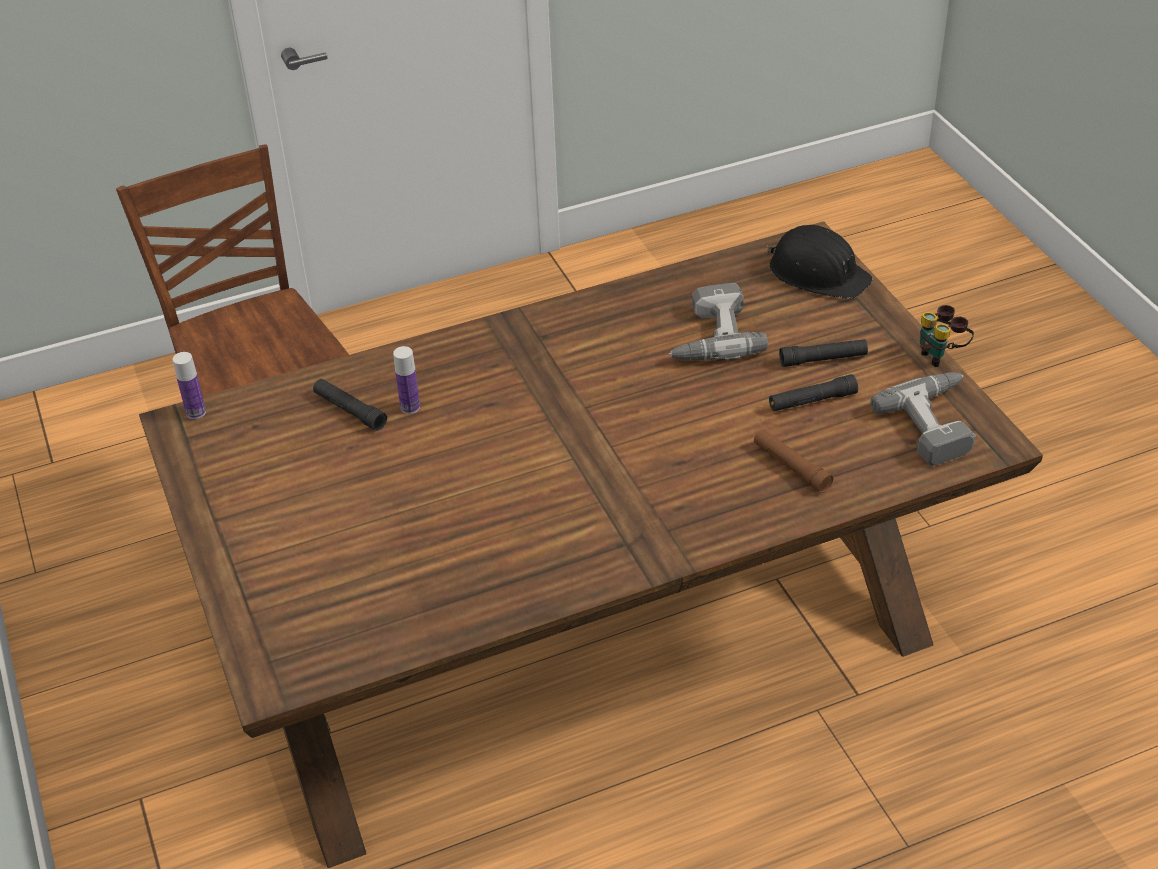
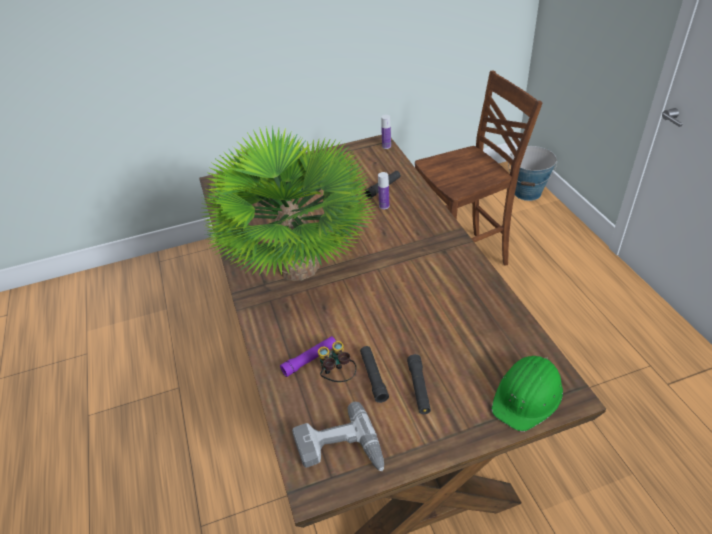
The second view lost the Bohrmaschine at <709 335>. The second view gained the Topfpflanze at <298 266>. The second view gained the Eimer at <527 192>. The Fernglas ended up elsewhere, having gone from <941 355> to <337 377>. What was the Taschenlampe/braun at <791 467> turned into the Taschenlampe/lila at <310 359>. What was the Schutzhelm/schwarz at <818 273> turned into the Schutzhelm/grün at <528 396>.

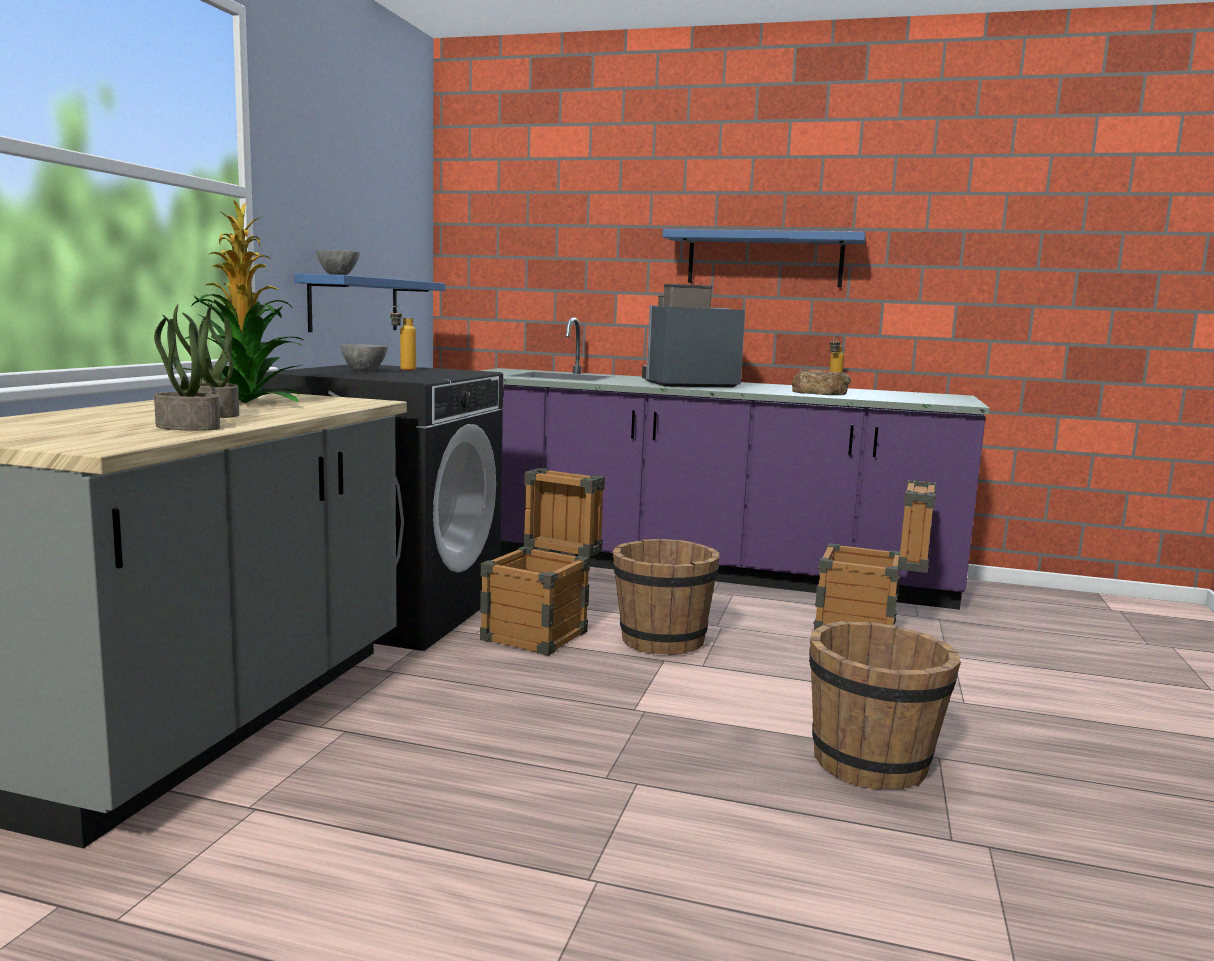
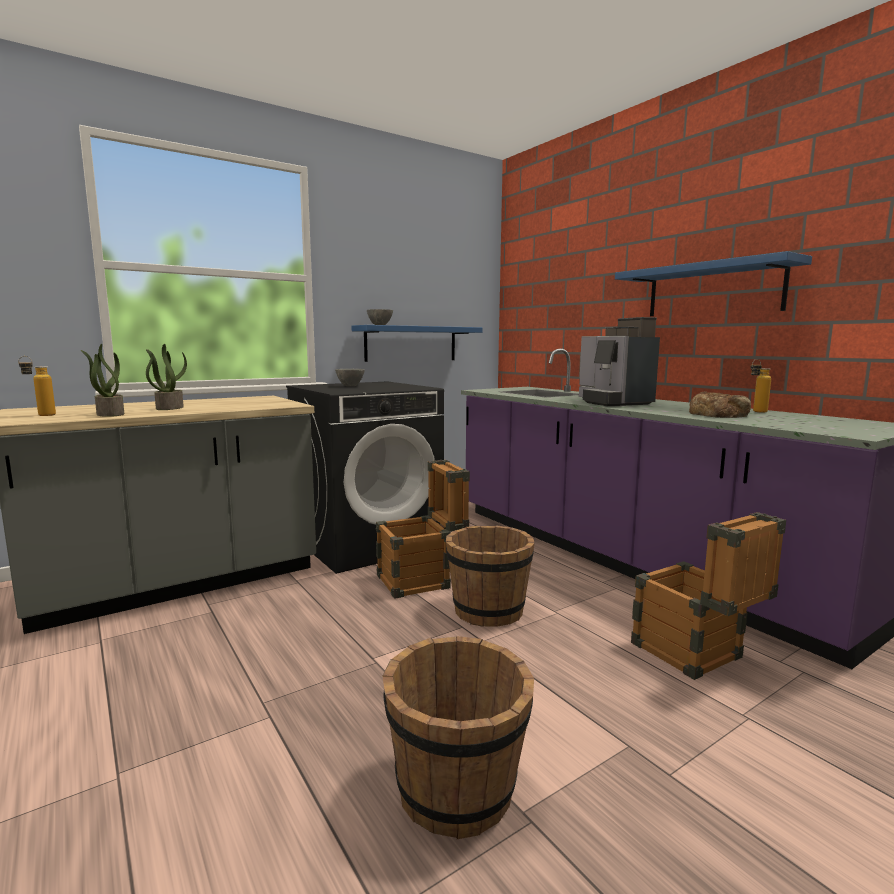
The second view lost the Topfpflanze at <244 402>. The Flasche ended up elsewhere, having gone from <402 370> to <40 415>. The Kaffeemaschine at <687 384> ended up facing another way, 135 degrees counterclockwise from before.

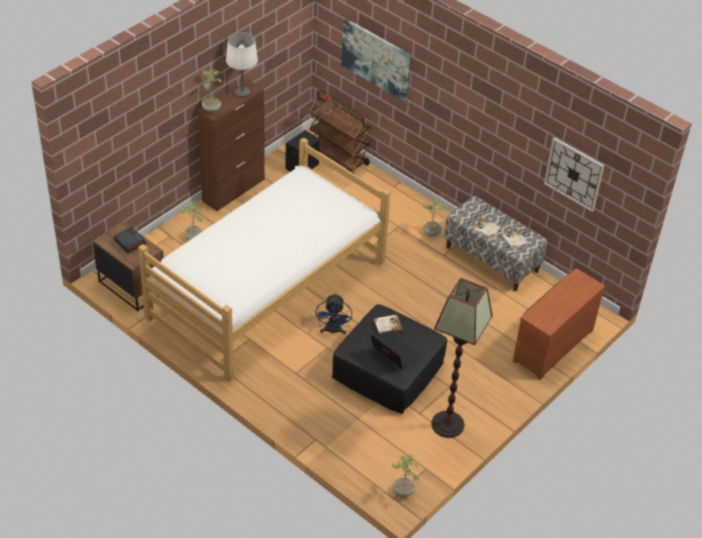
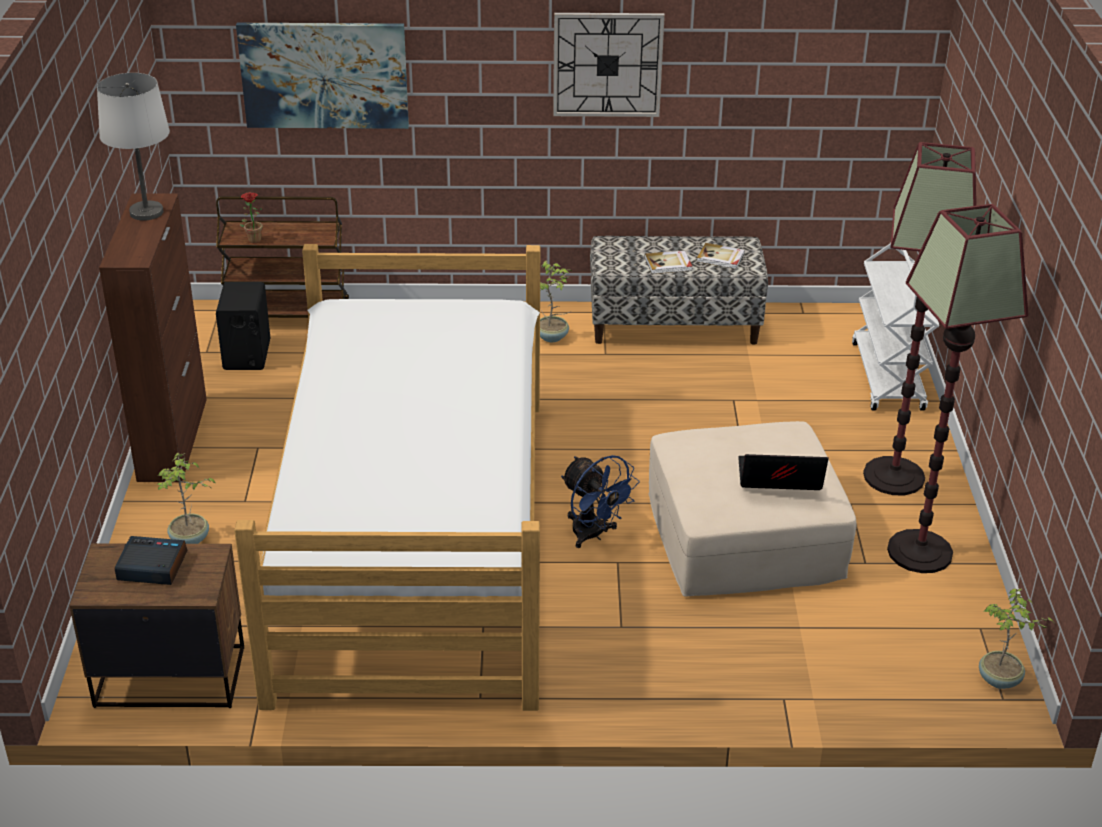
The second view lost the Topfpflanze at <212 109>. The second view lost the Buch at <387 325>. The second view gained the Stehlampe at <894 477>. The Wanduhr ended up elsewhere, having gone from <574 174> to <607 64>. Where the Kommode/braun stood at <551 344>, the Rollwagen/weiß came to stand at <888 377>. What was the Polsterhocker/schwarz at <387 371> turned into the Polsterhocker/beige at <744 537>.

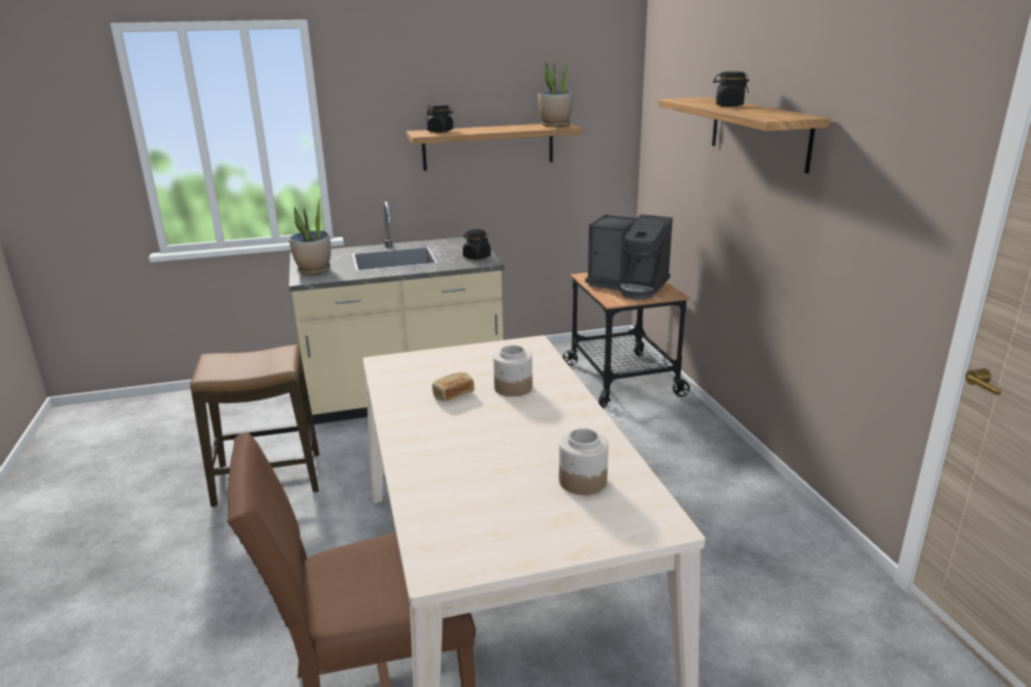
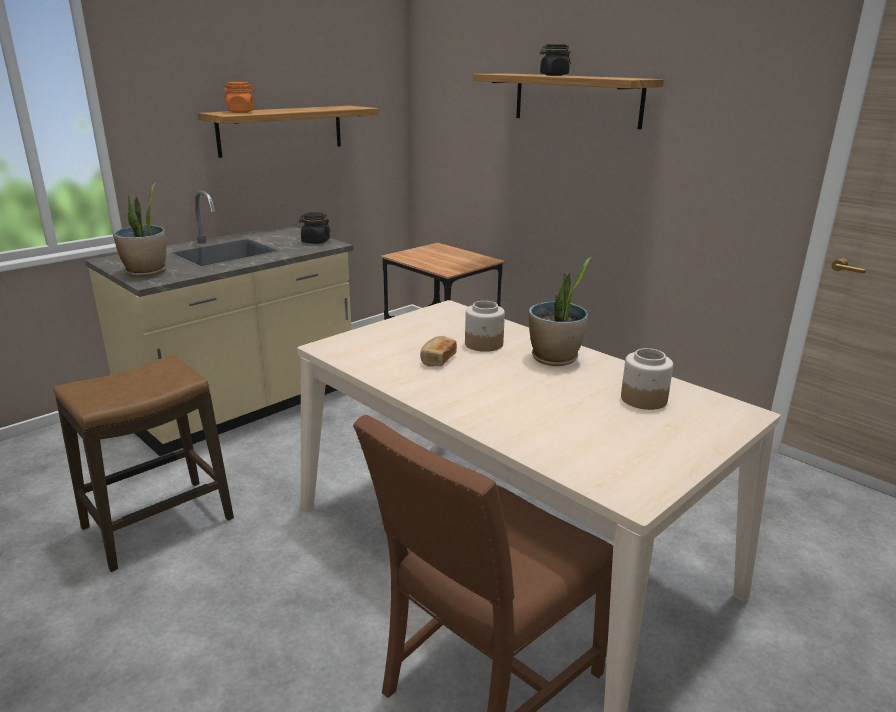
The second view lost the Kaffeemaschine at <629 286>. The Topfpflanze ended up elsewhere, having gone from <555 125> to <555 358>. What was the Vorratsglas/schwarz at <440 131> turned into the Vorratsglas/orange at <241 112>.

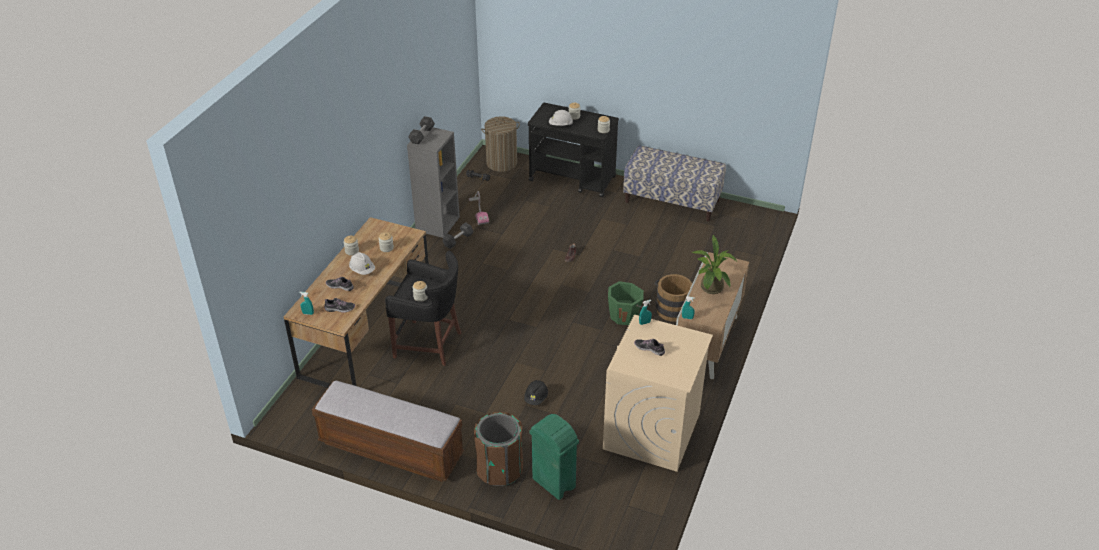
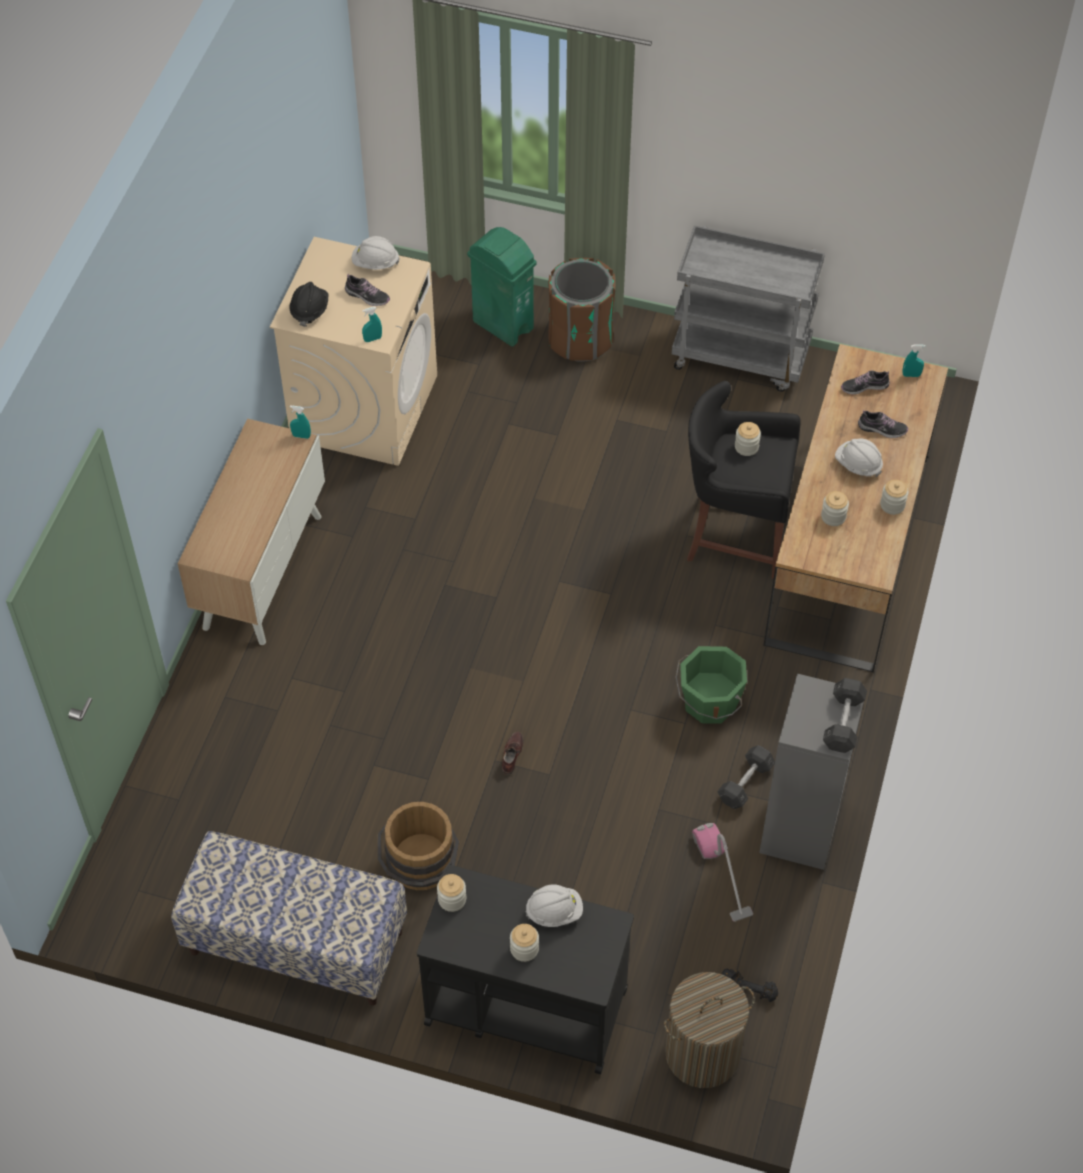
The second view lost the Topfpflanze at <711 289>. The second view gained the Schutzhelm/weiß at <375 263>. The Schutzhelm/schwarz ended up elsewhere, having gone from <536 398> to <309 310>. The Eimer/grün ended up elsewhere, having gone from <624 315> to <709 703>. The Eimer/braun ended up elsewhere, having gone from <672 308> to <420 868>. Where the Bank stood at <391 449>, the Rollwagen/grau came to stand at <741 356>.

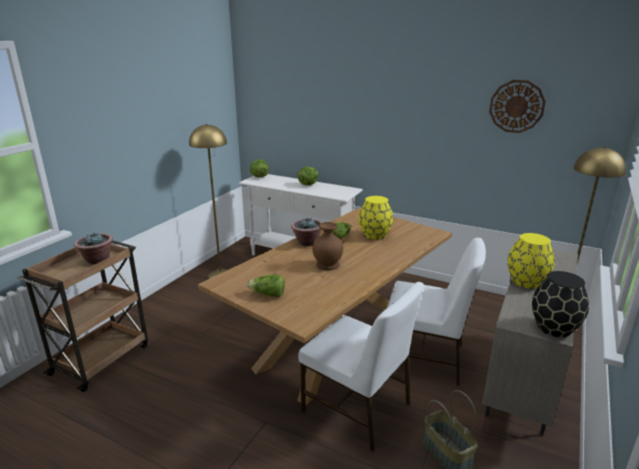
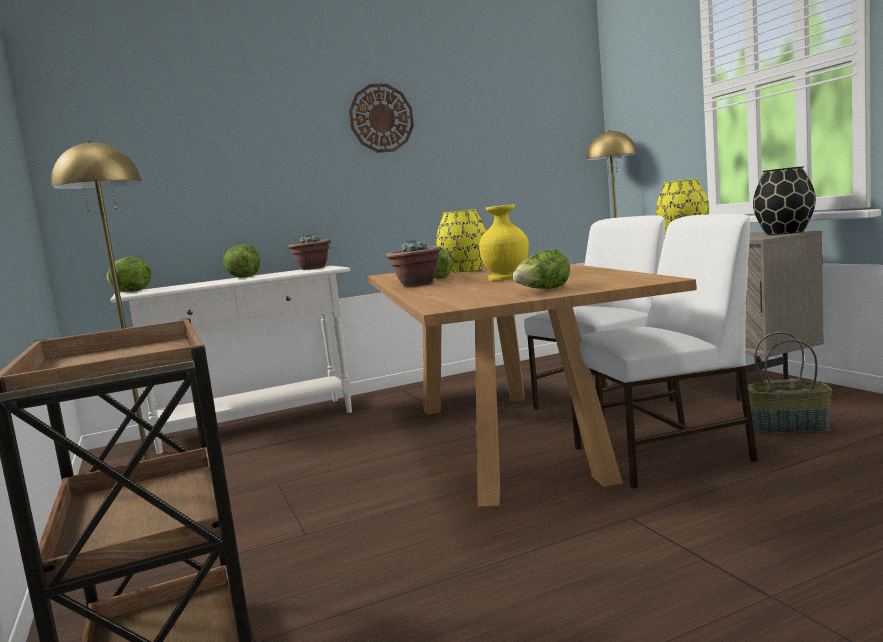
The Topfpflanze ended up elsewhere, having gone from <97 260> to <312 268>. The Wanduhr ended up elsewhere, having gone from <516 106> to <381 118>. What was the Vase/braun at <328 265> turned into the Vase/gelb at <507 278>.

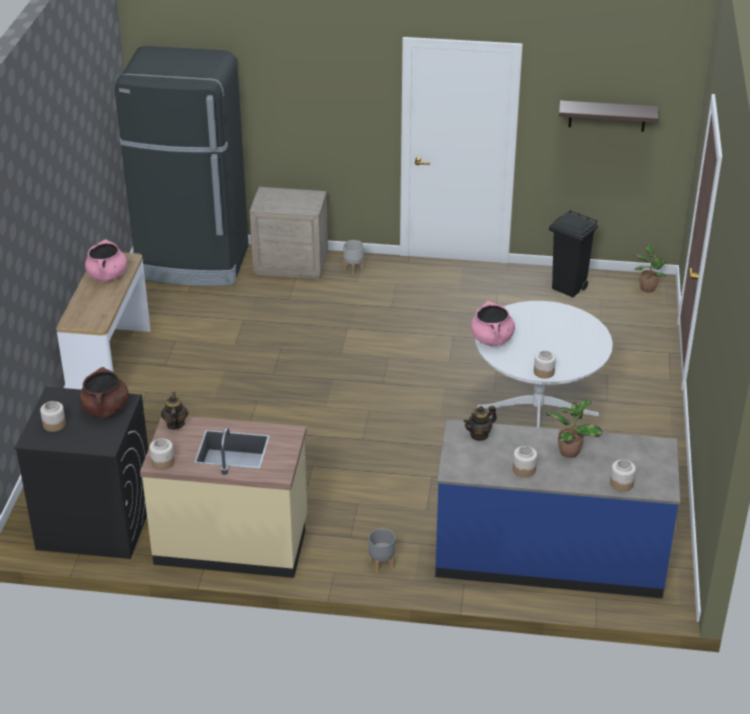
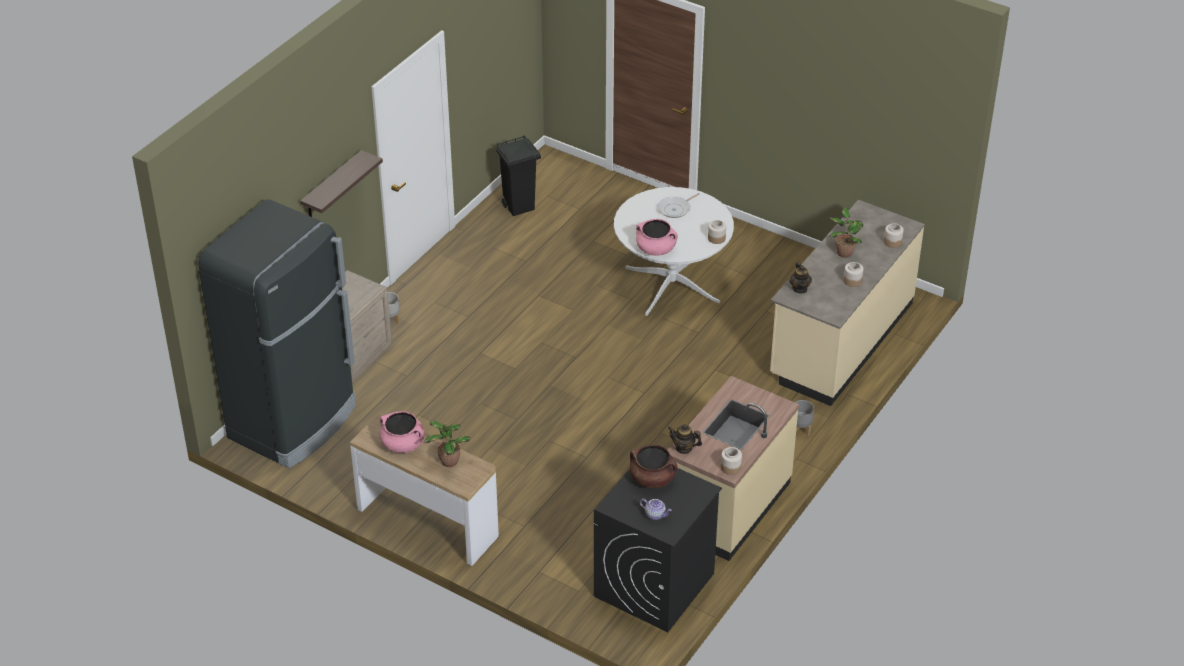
The second view gained the Pfanne at <675 209>. The Wandregal ended up elsewhere, having gone from <607 116> to <332 186>. The Topfpflanze ended up elsewhere, having gone from <647 288> to <448 461>. Where the Vorratsglas stood at <54 424>, the Teekanne came to stand at <655 514>. What was the Küchenzeile/blau at <549 556> turned into the Küchenzeile/beige at <840 340>.

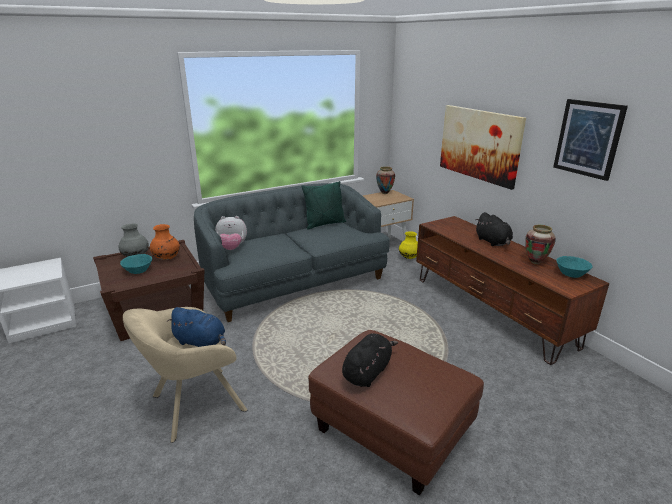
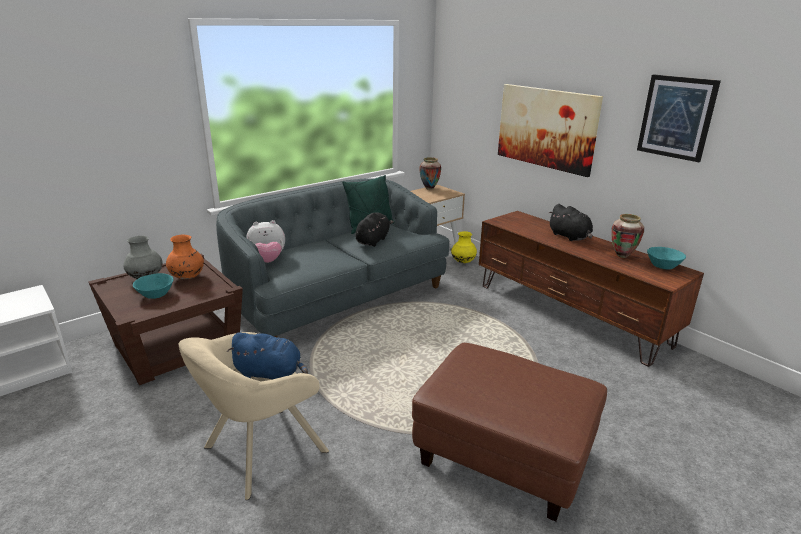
The Plüschtier/schwarz ended up elsewhere, having gone from <367 372> to <373 240>.

